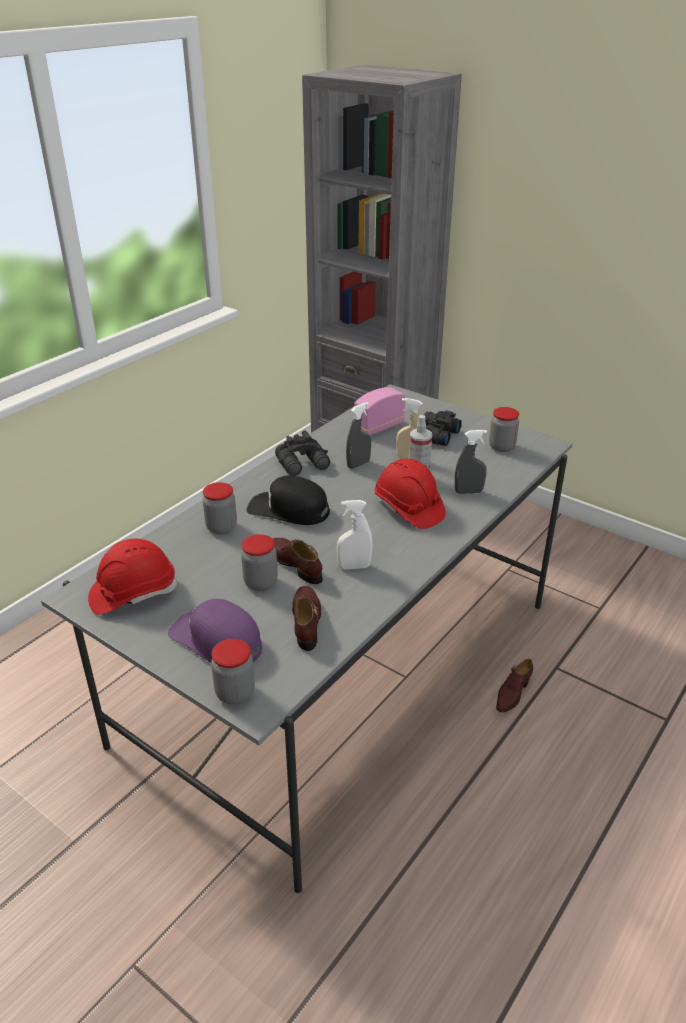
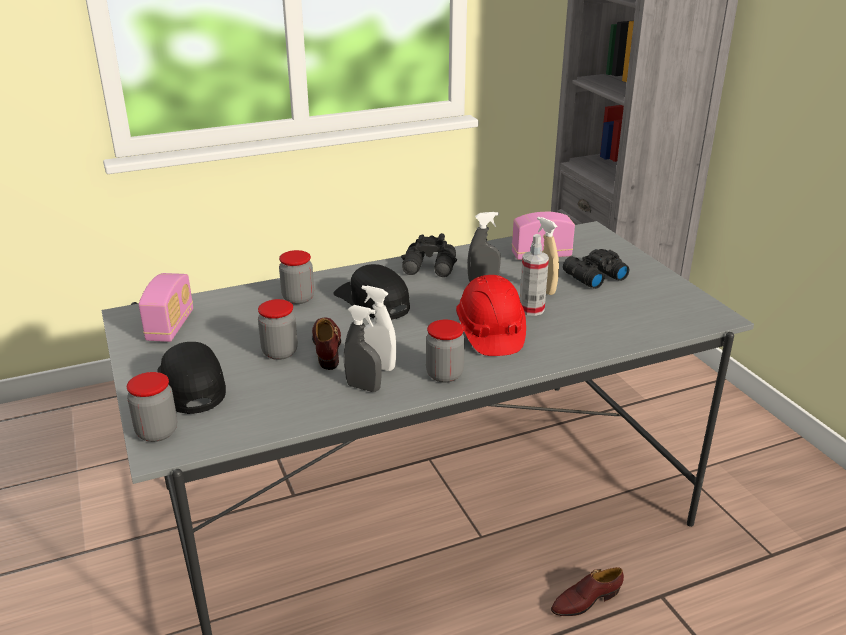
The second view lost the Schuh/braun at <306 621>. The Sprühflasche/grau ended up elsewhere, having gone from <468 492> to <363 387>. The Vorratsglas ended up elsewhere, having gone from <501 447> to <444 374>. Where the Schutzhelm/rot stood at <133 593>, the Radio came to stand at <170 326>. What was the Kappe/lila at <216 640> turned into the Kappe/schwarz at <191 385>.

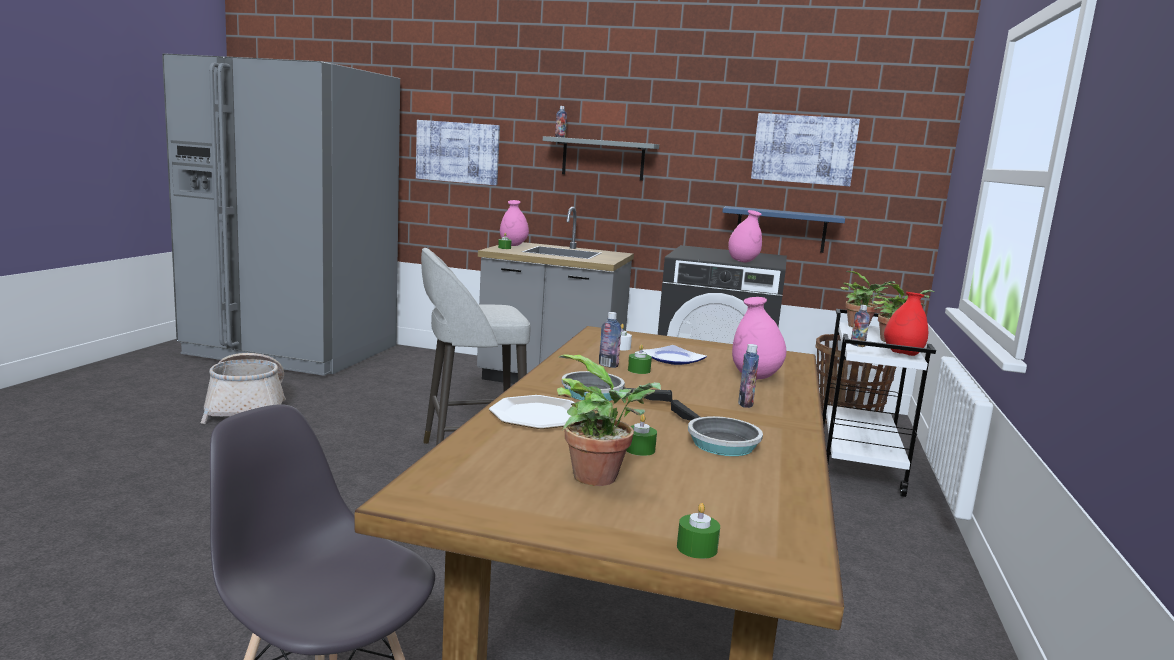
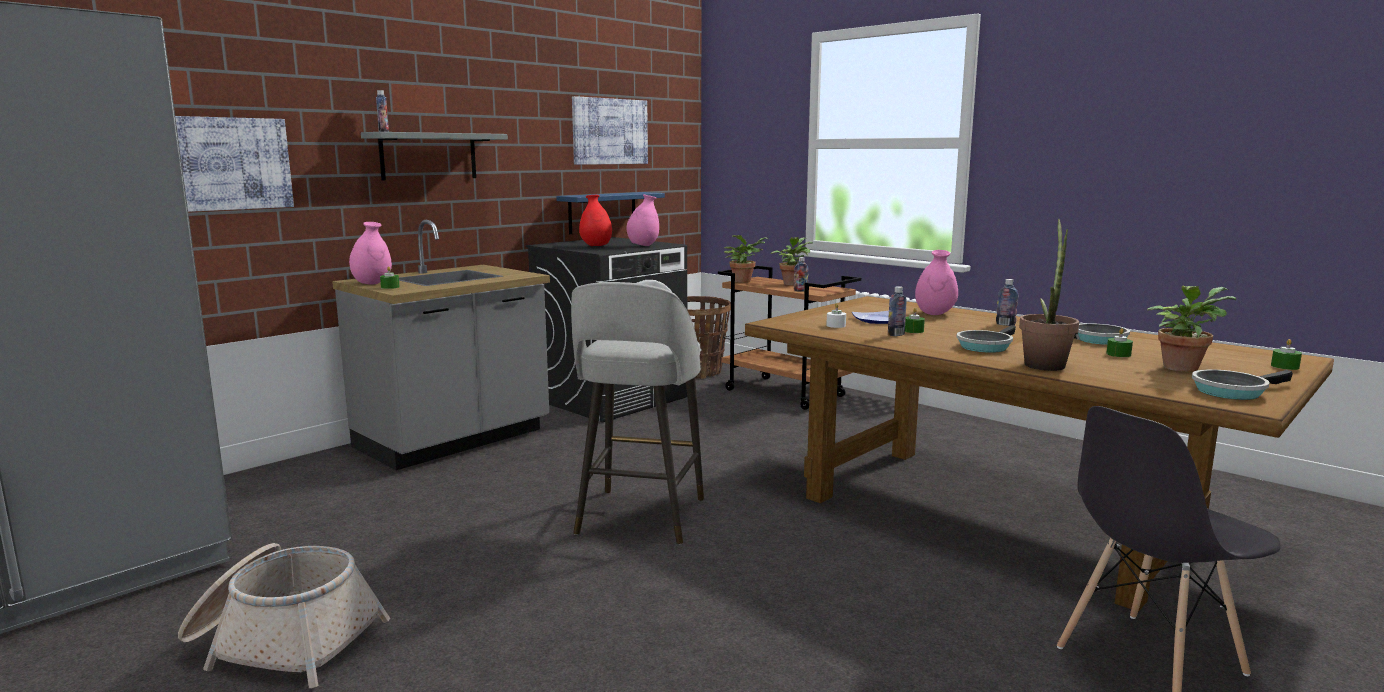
The second view gained the Pfanne at <1232 391>. The Vase/rot ended up elsewhere, having gone from <902 355> to <596 246>. Where the Teller stood at <539 415>, the Topfpflanze came to stand at <1045 364>. What was the Rollwagen/weiß at <859 468> turned into the Rollwagen/braun at <785 393>.

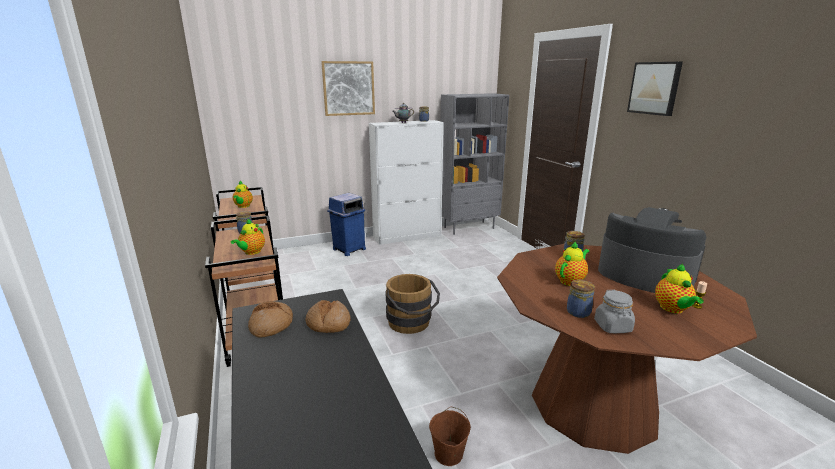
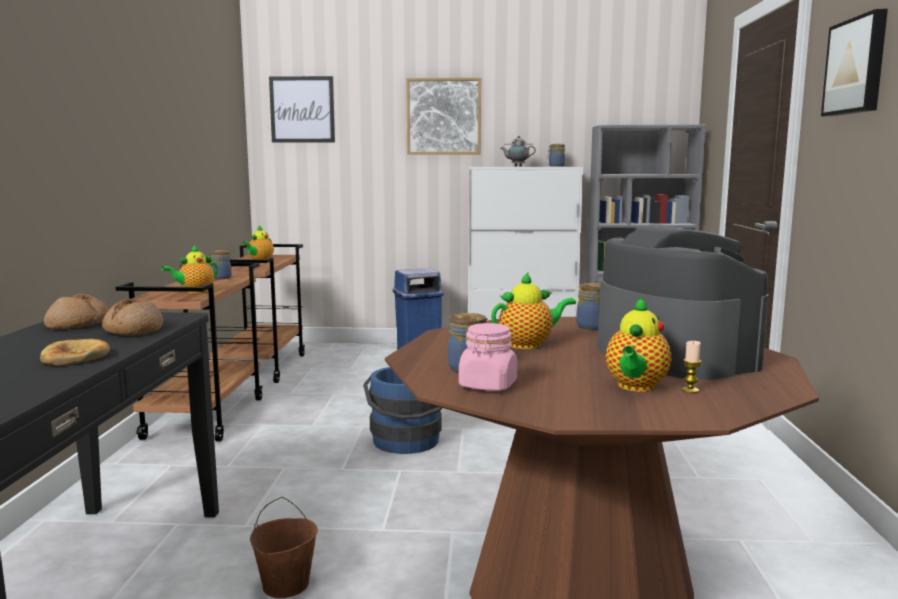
The second view gained the Brot at <76 357>. The second view gained the Bild at <302 109>. What was the Eimer/braun at <411 324> turned into the Eimer/blau at <407 443>. What was the Vorratsglas/grau at <613 327> turned into the Vorratsglas/rosa at <488 385>.

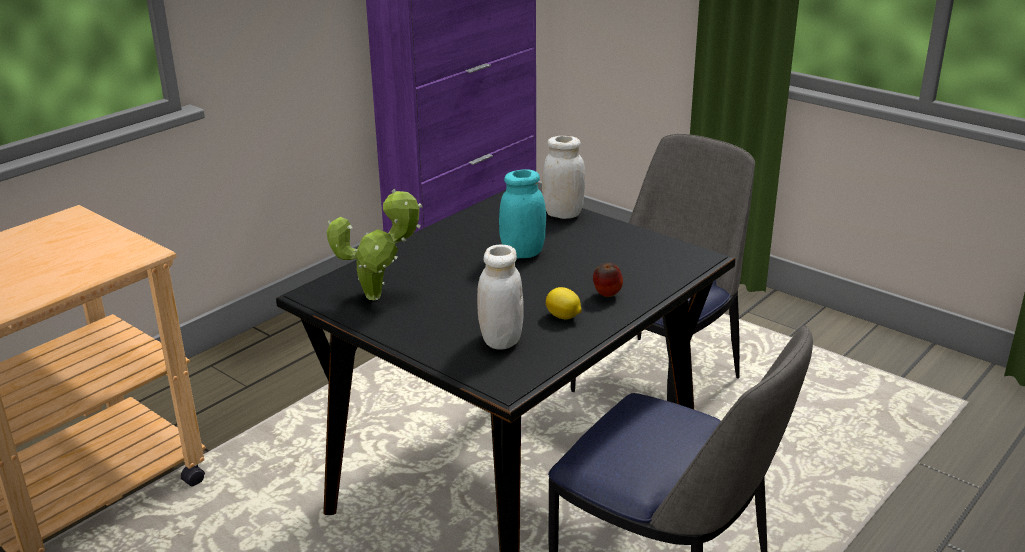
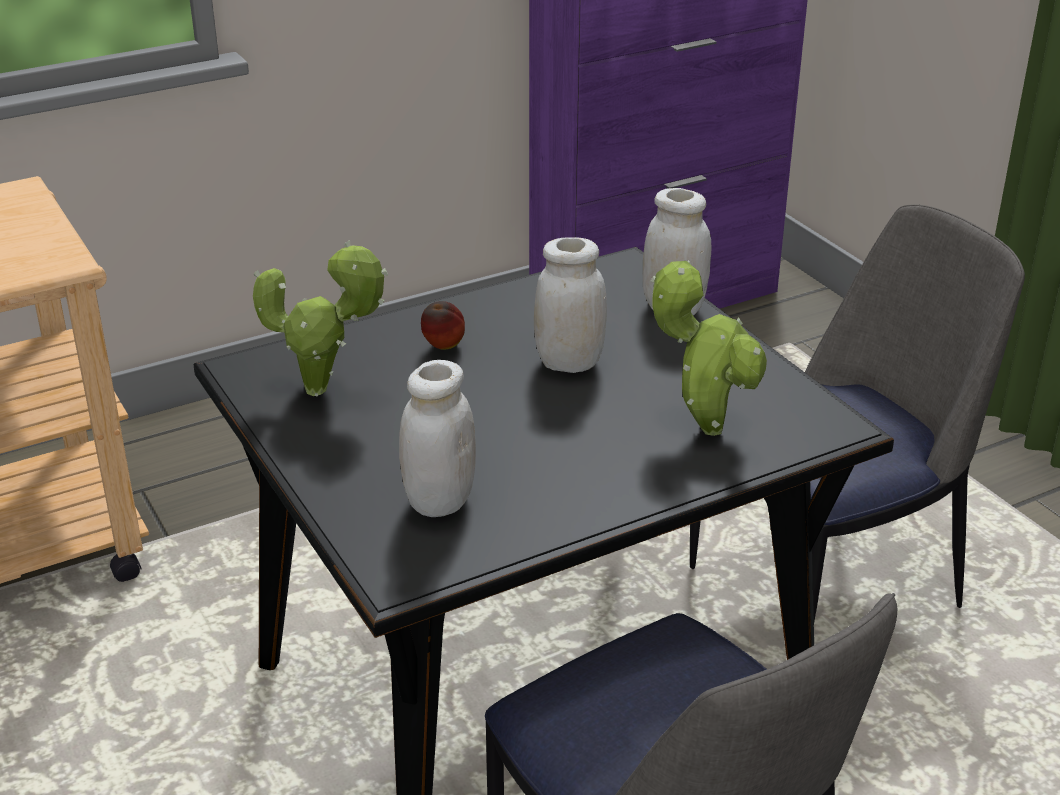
The second view lost the Zitrone at <563 317>. The second view gained the Topfpflanze at <704 426>. The Apfel ended up elsewhere, having gone from <606 296> to <443 348>. What was the Vorratsglas/türkis at <523 253> turned into the Vorratsglas/weiß at <569 363>.

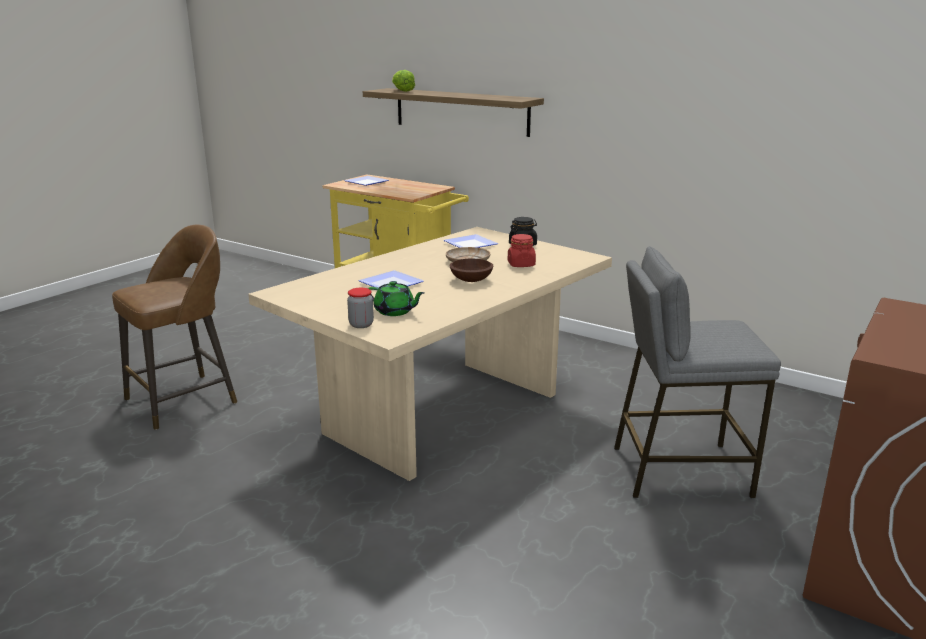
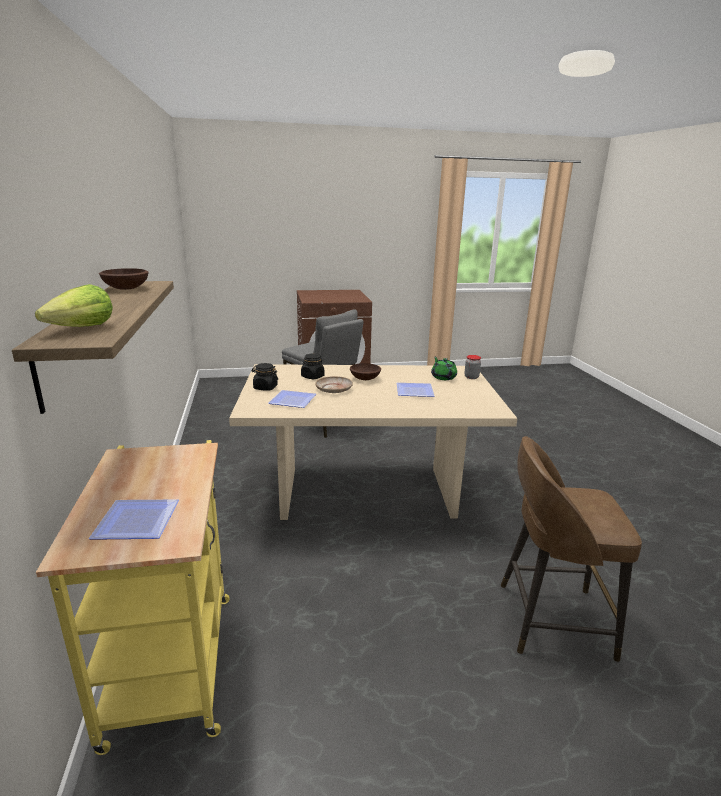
The second view gained the Schüssel/braun at <125 288>. What was the Vorratsglas/rot at <521 264> turned into the Vorratsglas/schwarz at <312 377>.

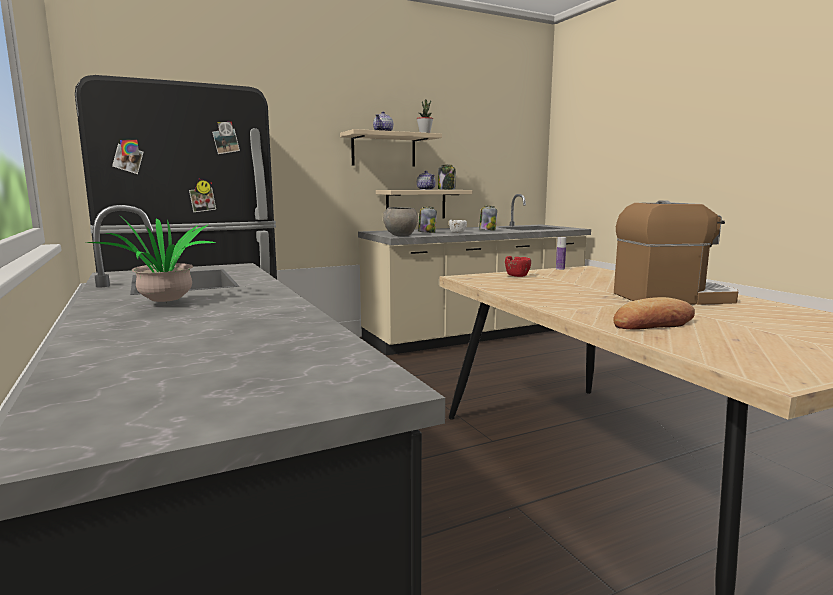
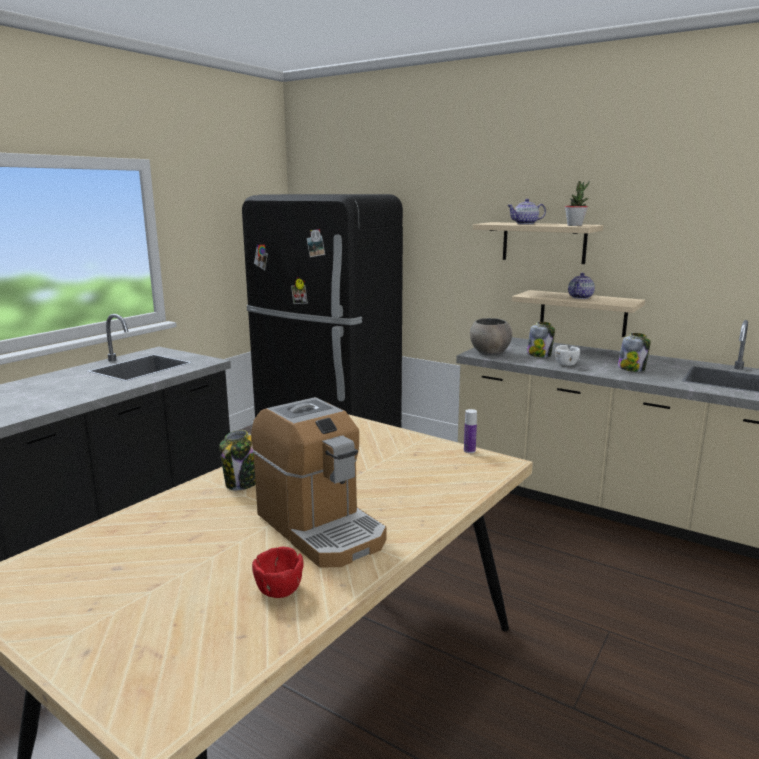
The second view lost the Topfpflanze at <165 303>. The second view lost the Brot at <653 323>. The Vorratsglas ended up elsewhere, having gone from <446 189> to <243 482>. The Schüssel/rot ended up elsewhere, having gone from <517 276> to <279 590>.

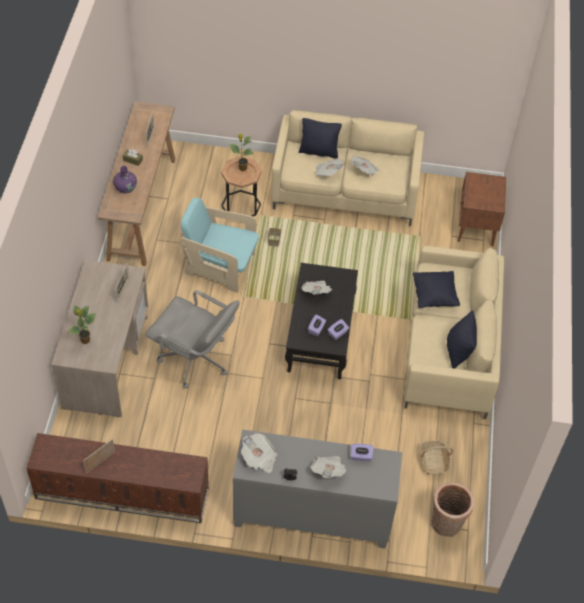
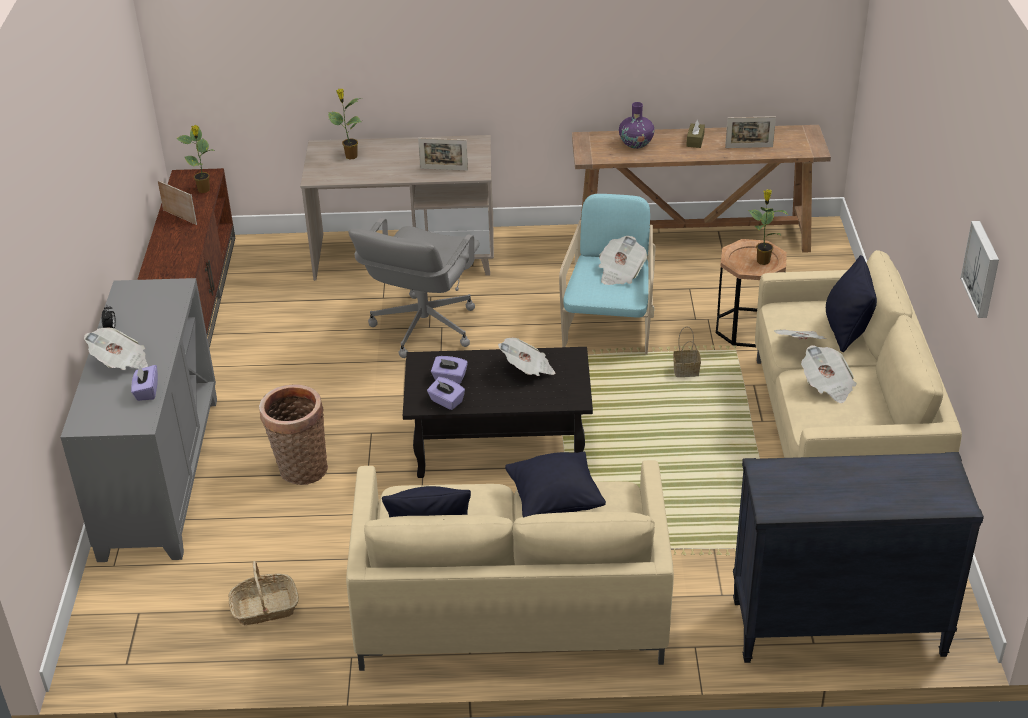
The second view gained the Topfpflanze at <204 190>. The second view gained the Bild at <983 269>. The Zeitung ended up elsewhere, having gone from <259 458> to <620 273>. The Korb ended up elsewhere, having gone from <446 525> to <300 469>. Where the Nachttisch/braun stood at <475 230>, the Kommode/schwarz came to stand at <836 629>.

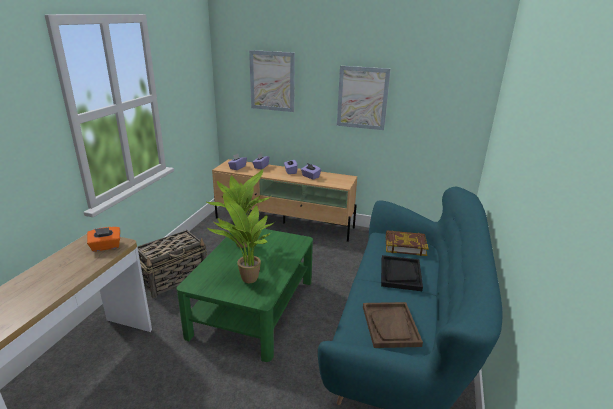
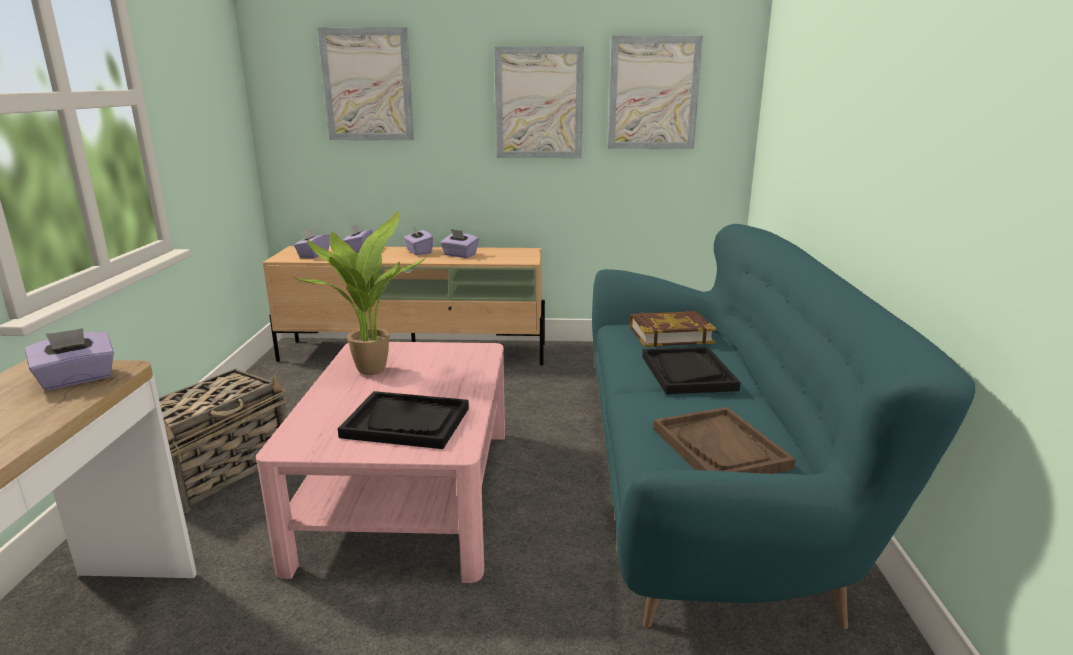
The second view gained the Bild at <653 93>. Where the Topfpflanze stood at <247 280>, the Tablett/schwarz came to stand at <407 422>. What was the Taschentuchbox/orange at <106 247> turned into the Taschentuchbox/lila at <77 379>. What was the Couchtisch/grün at <253 307> turned into the Couchtisch/rosa at <409 493>.

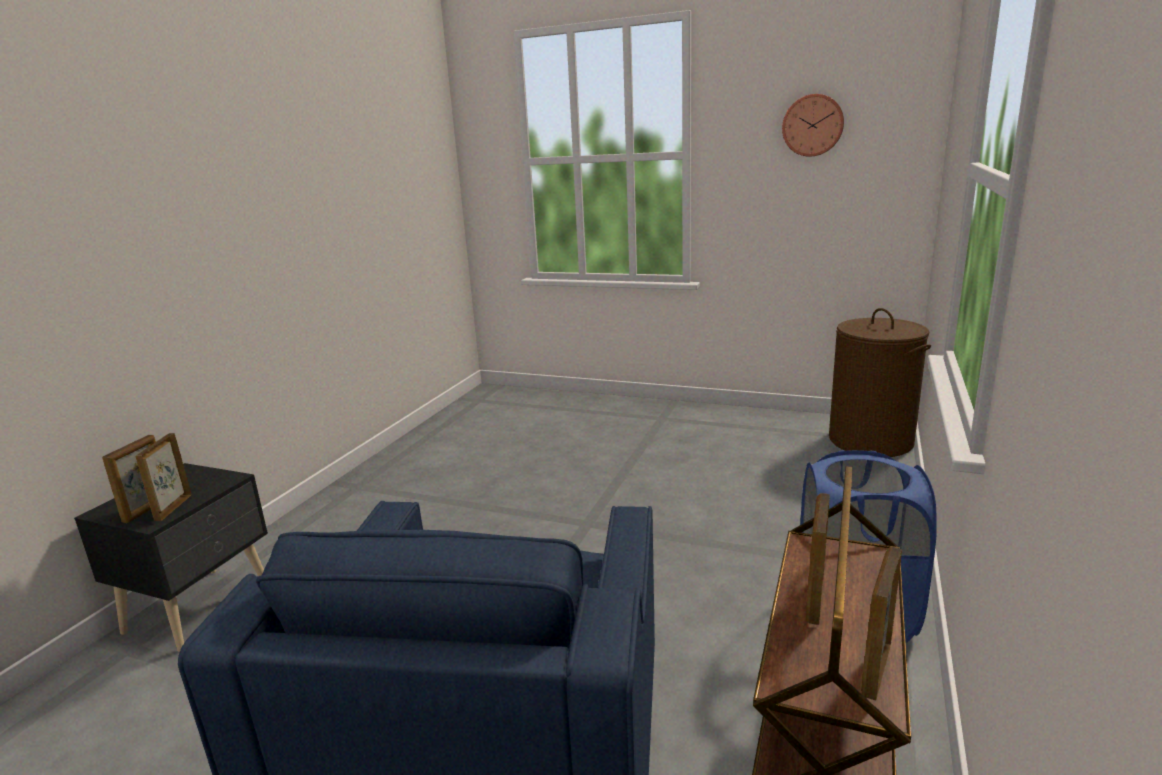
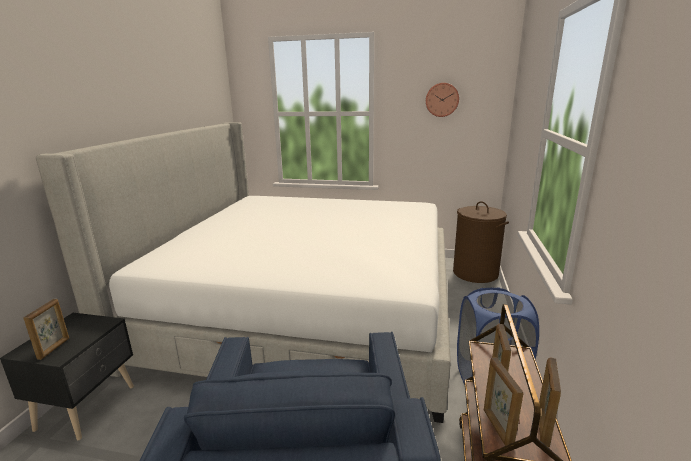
The second view gained the Bett at <306 309>. The Bilderrahmen ended up elsewhere, having gone from <172 507> to <497 428>.

